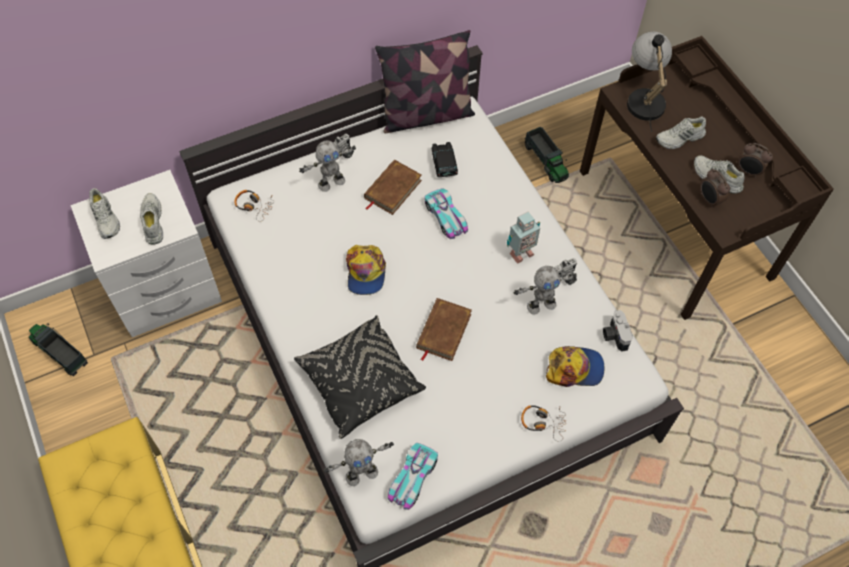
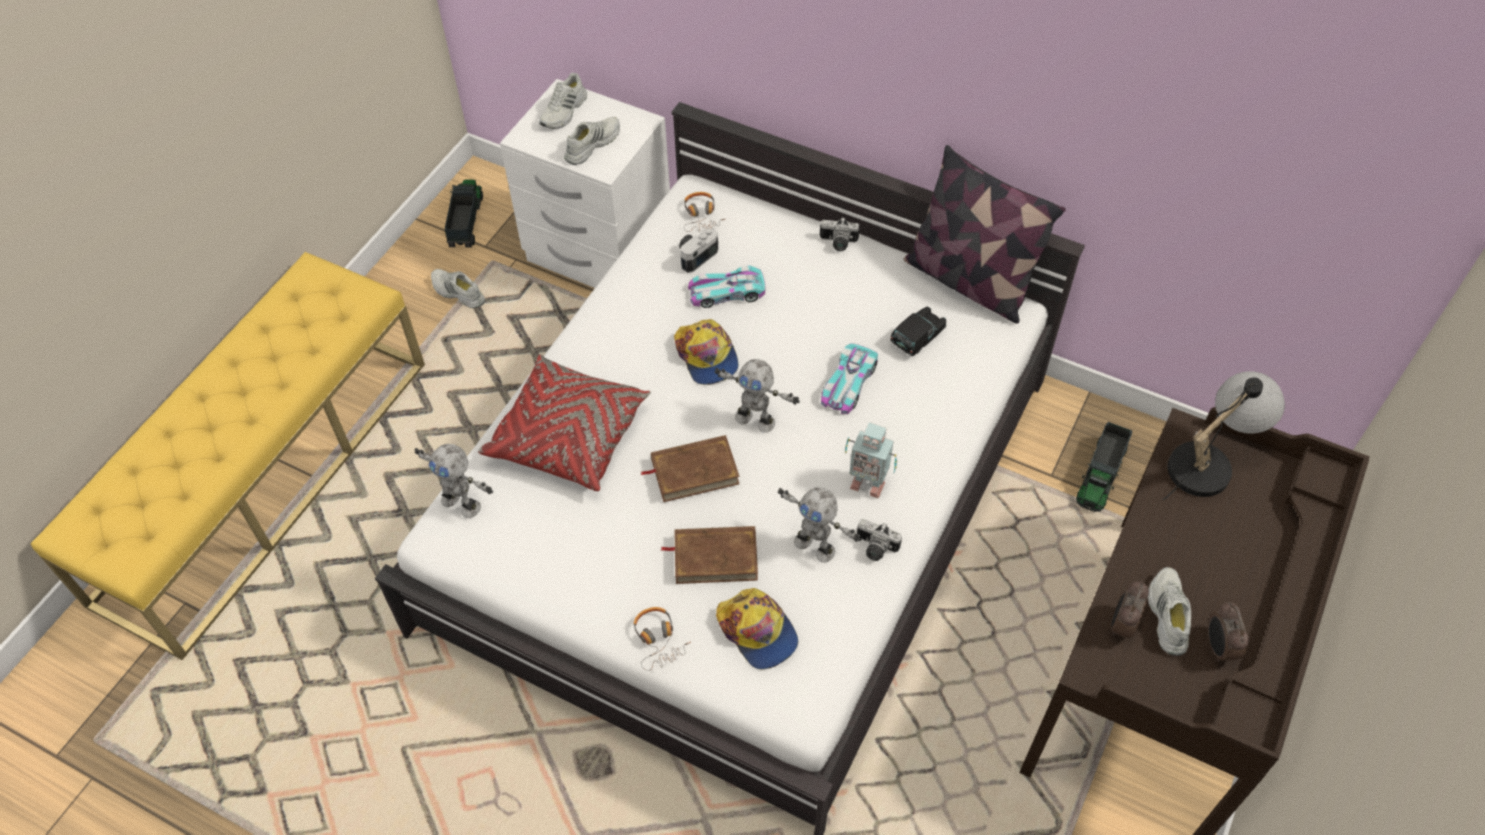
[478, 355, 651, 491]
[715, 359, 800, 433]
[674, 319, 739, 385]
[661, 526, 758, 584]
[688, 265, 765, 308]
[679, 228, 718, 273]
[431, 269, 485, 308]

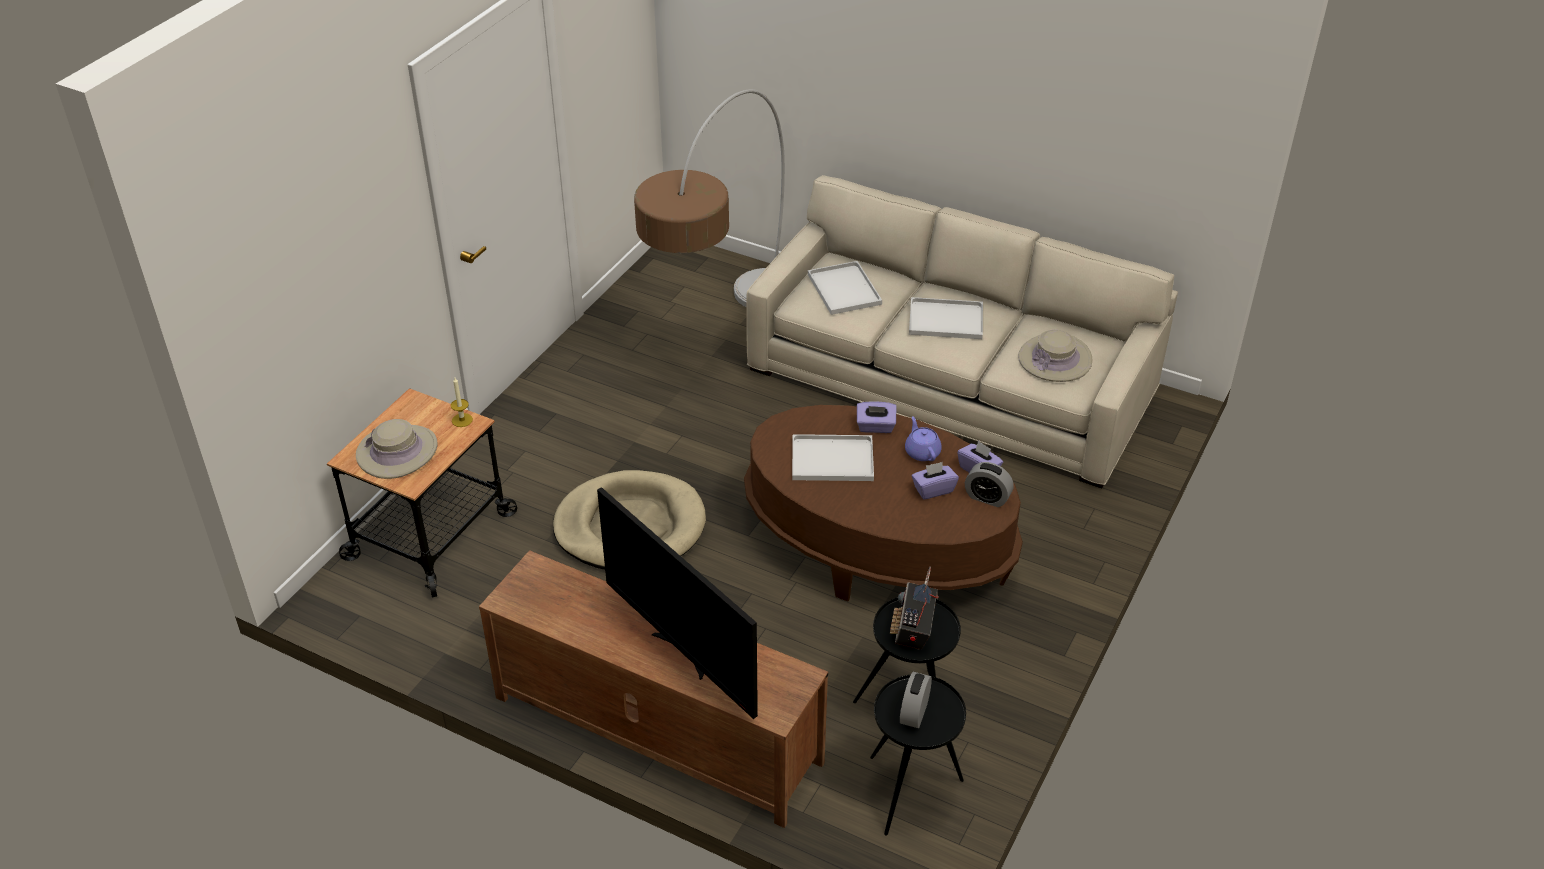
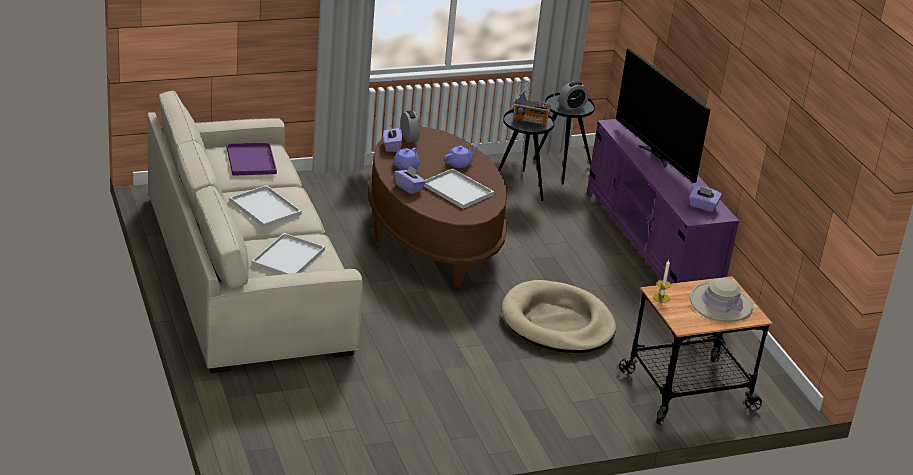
[587, 119, 739, 284]
[616, 48, 710, 183]
[634, 89, 785, 307] (first image)
[513, 80, 551, 127]
[689, 186, 722, 212]
[227, 142, 277, 176]
[444, 145, 478, 168]

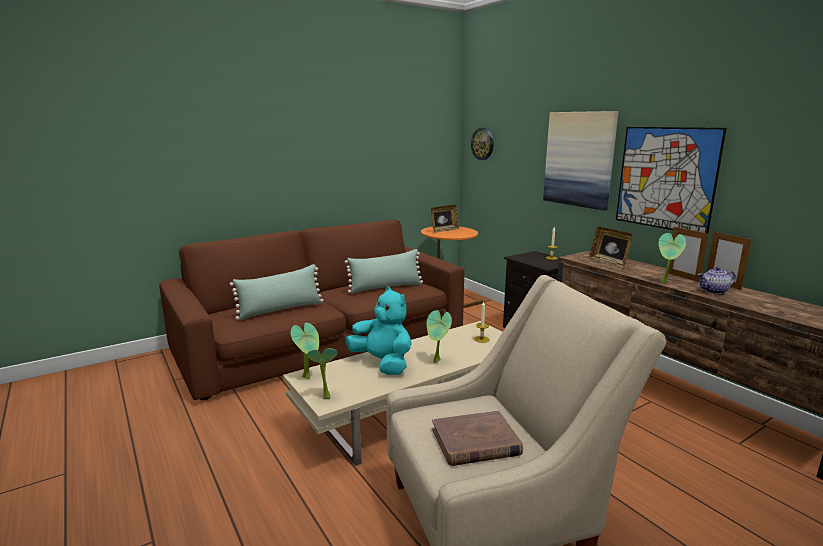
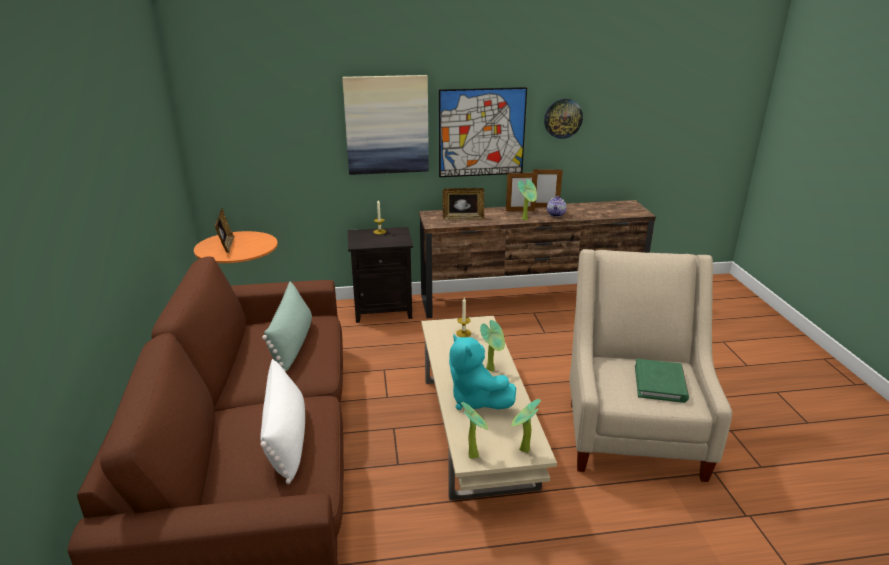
[261, 359, 305, 484]
[449, 333, 516, 410]
[635, 359, 689, 403]
[544, 99, 583, 139]

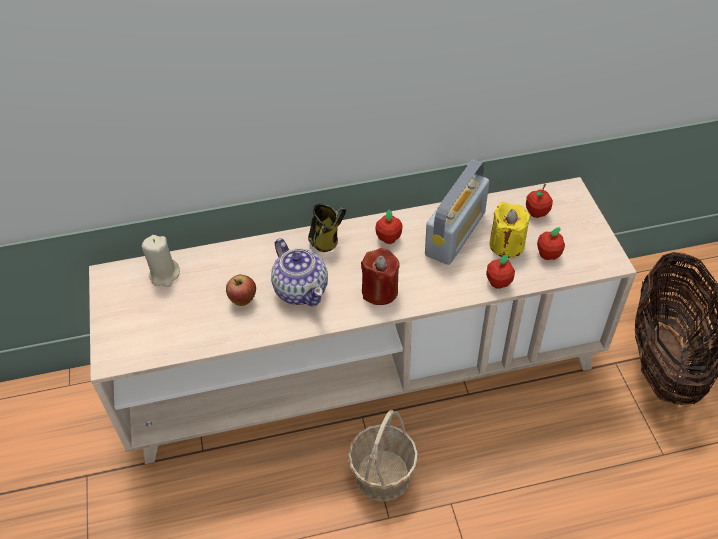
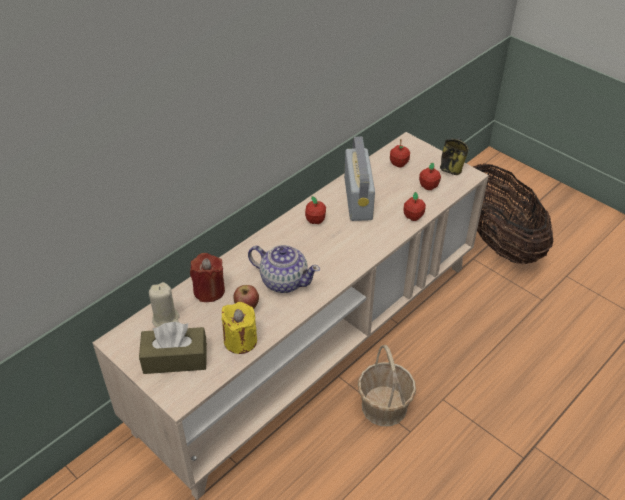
[440, 138, 469, 175]
[190, 253, 225, 302]
[222, 302, 257, 354]
[139, 322, 207, 374]

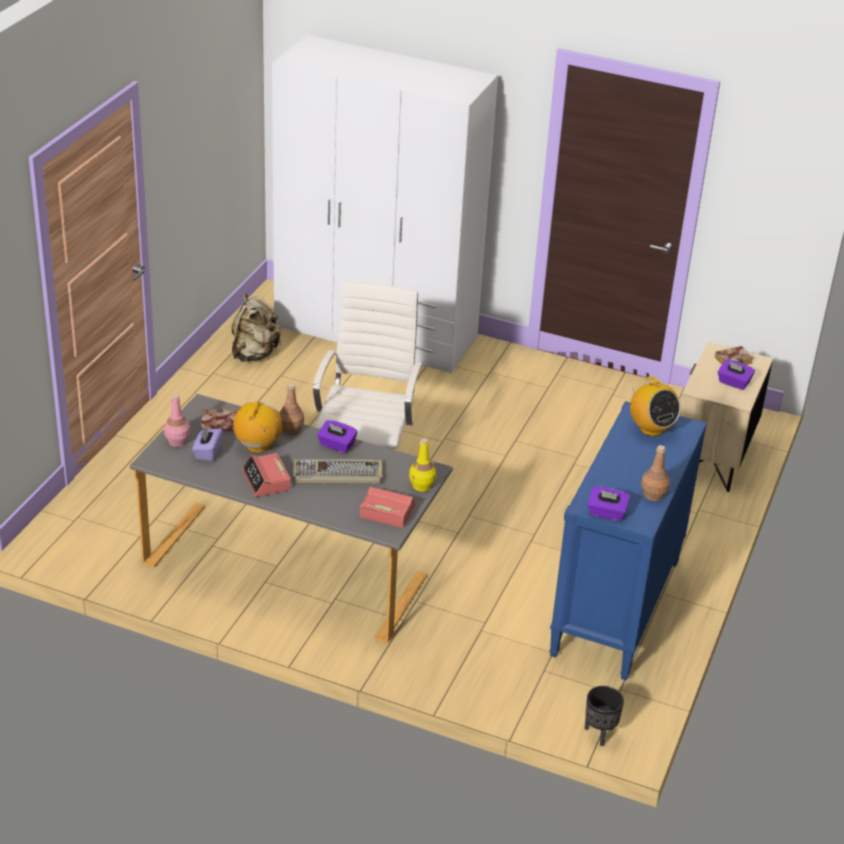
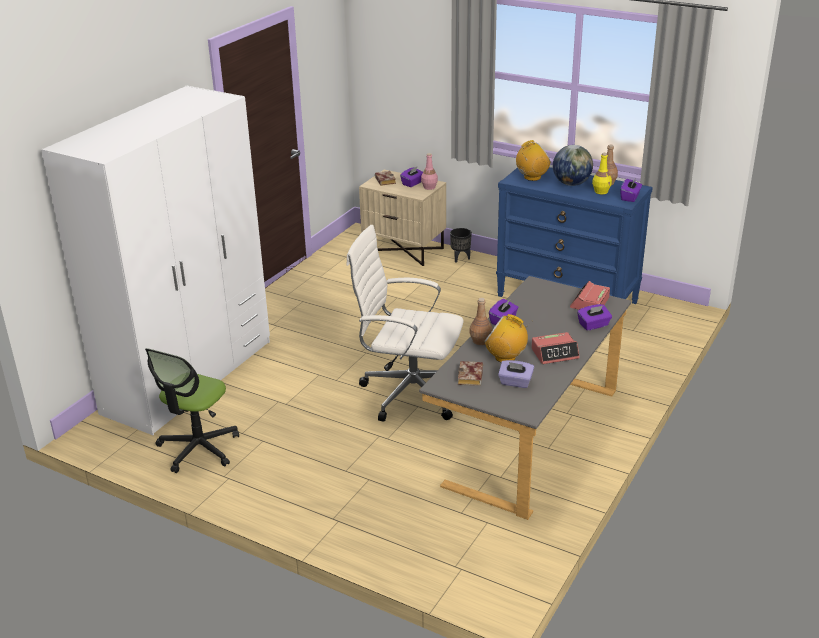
[421, 153, 438, 190]
[145, 348, 239, 473]
[293, 459, 382, 484] (first image)
[592, 153, 612, 194]
[450, 228, 472, 263]
[553, 145, 593, 186]
[577, 304, 612, 331]

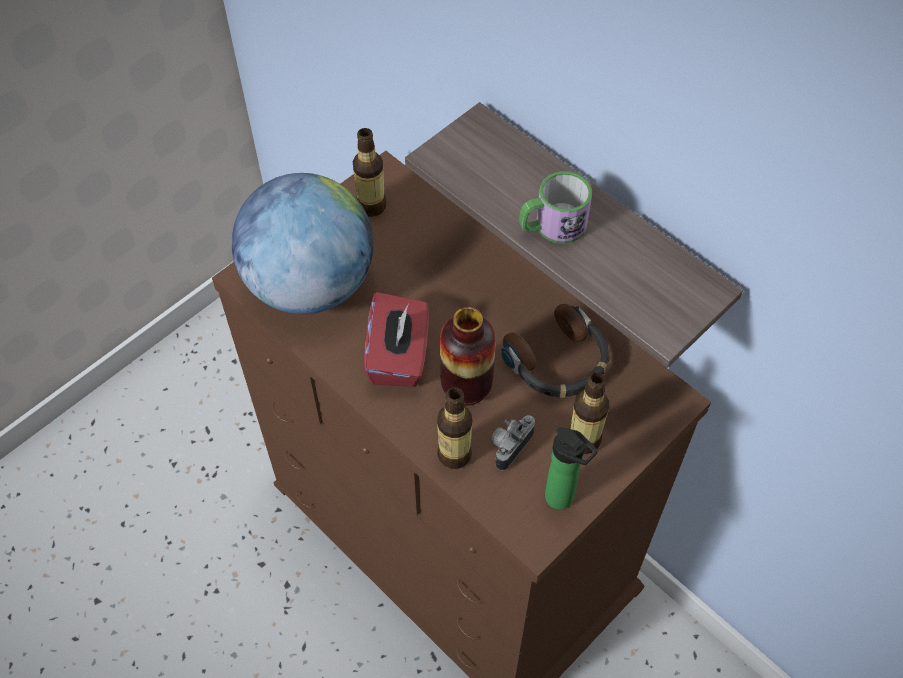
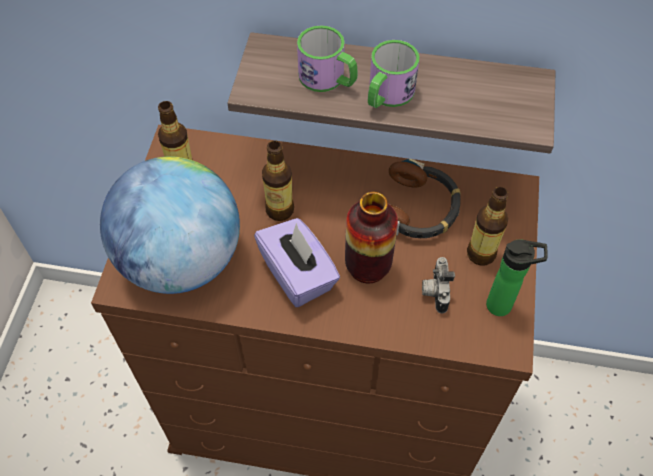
[254, 218, 340, 307]
[262, 140, 294, 221]
[297, 25, 358, 92]

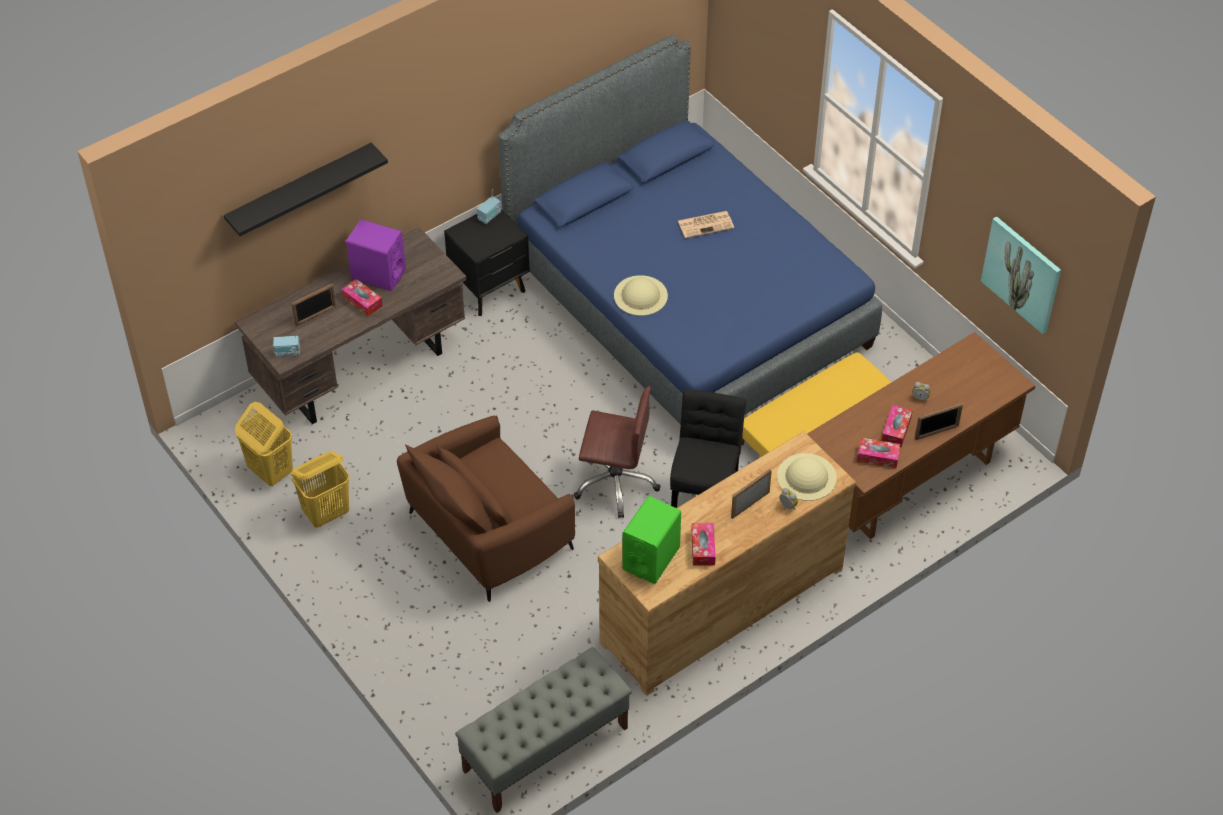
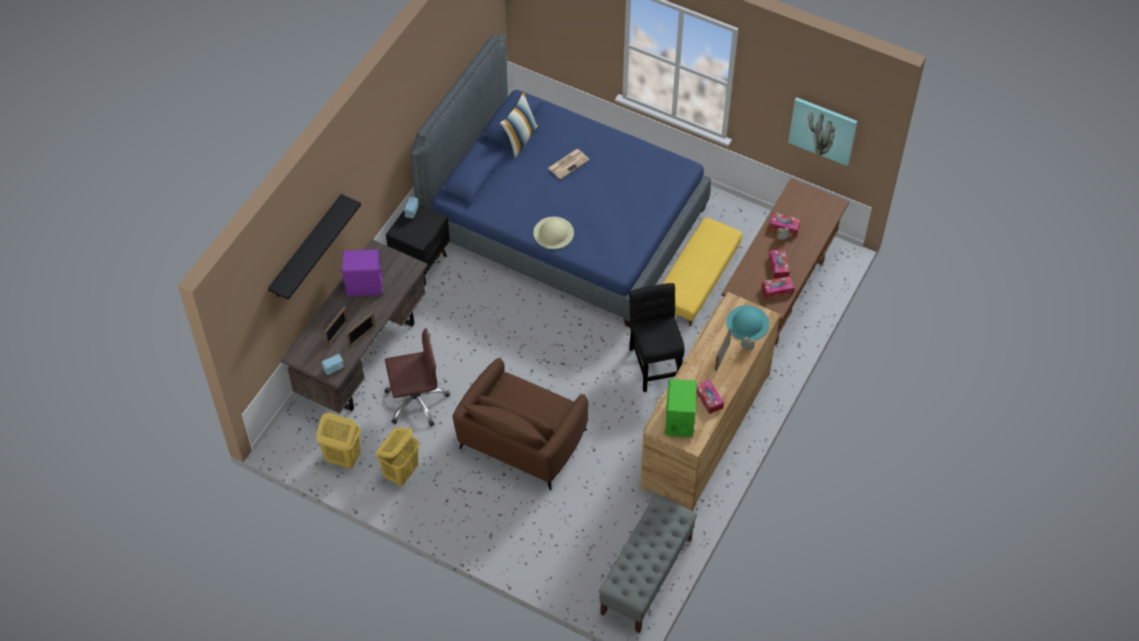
[769, 212, 801, 236]
[385, 328, 450, 426]
[726, 305, 769, 341]
[346, 311, 376, 348]
[500, 91, 538, 158]

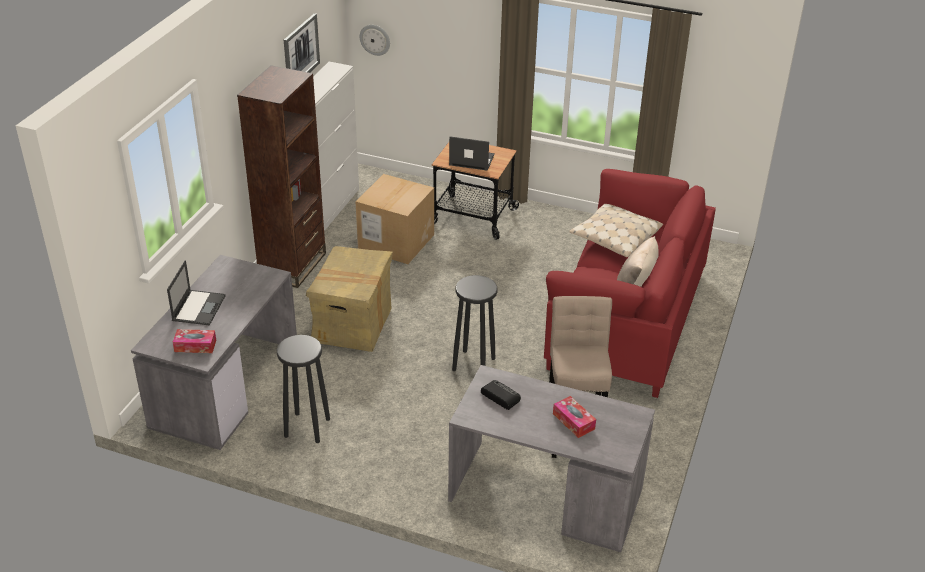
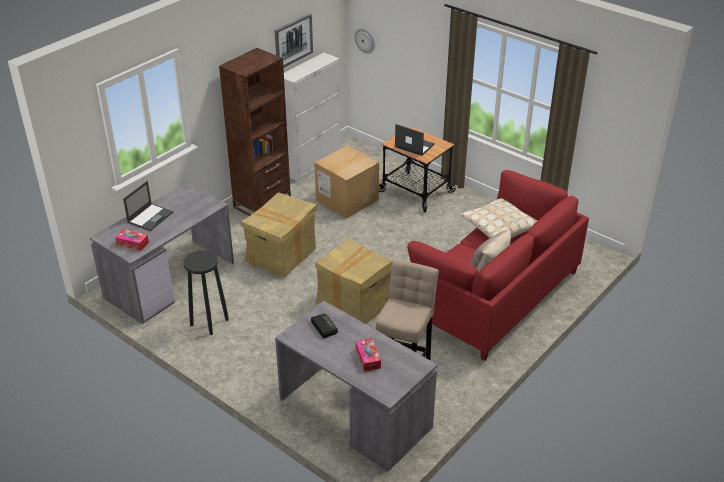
[315, 238, 393, 324]

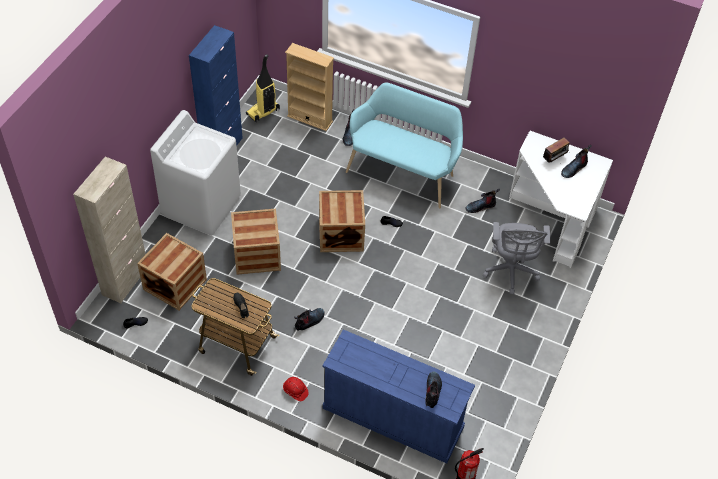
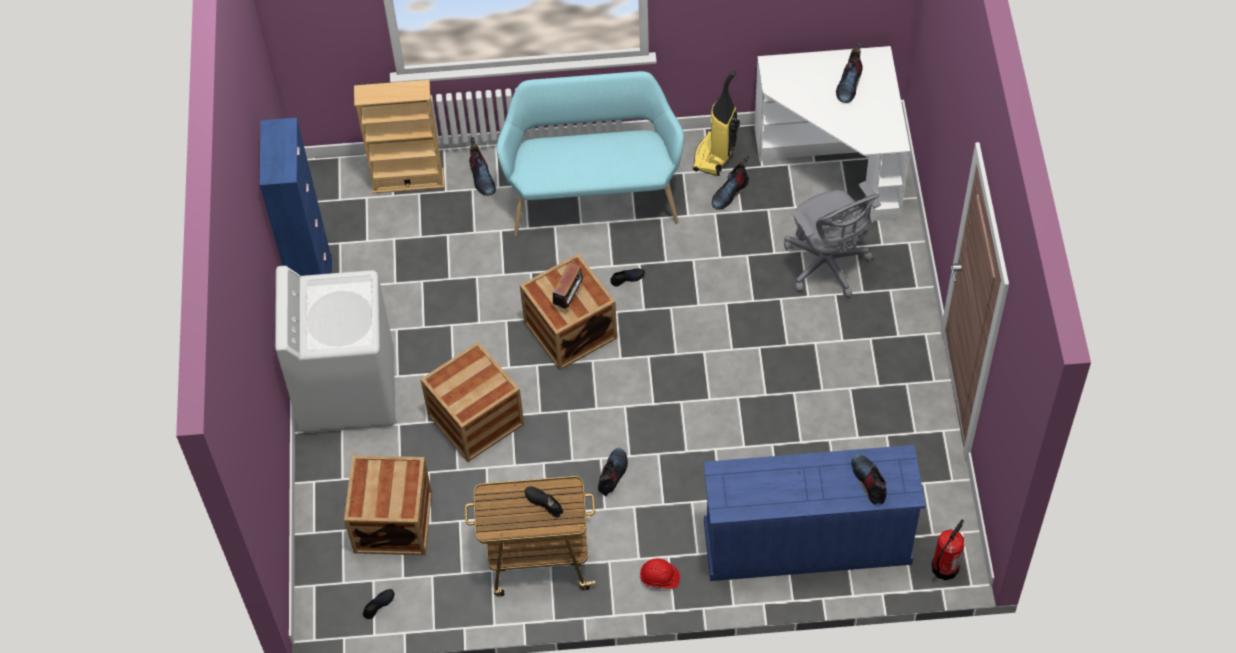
[73, 156, 146, 303] (first image)
[692, 71, 740, 176]
[553, 262, 586, 309]

